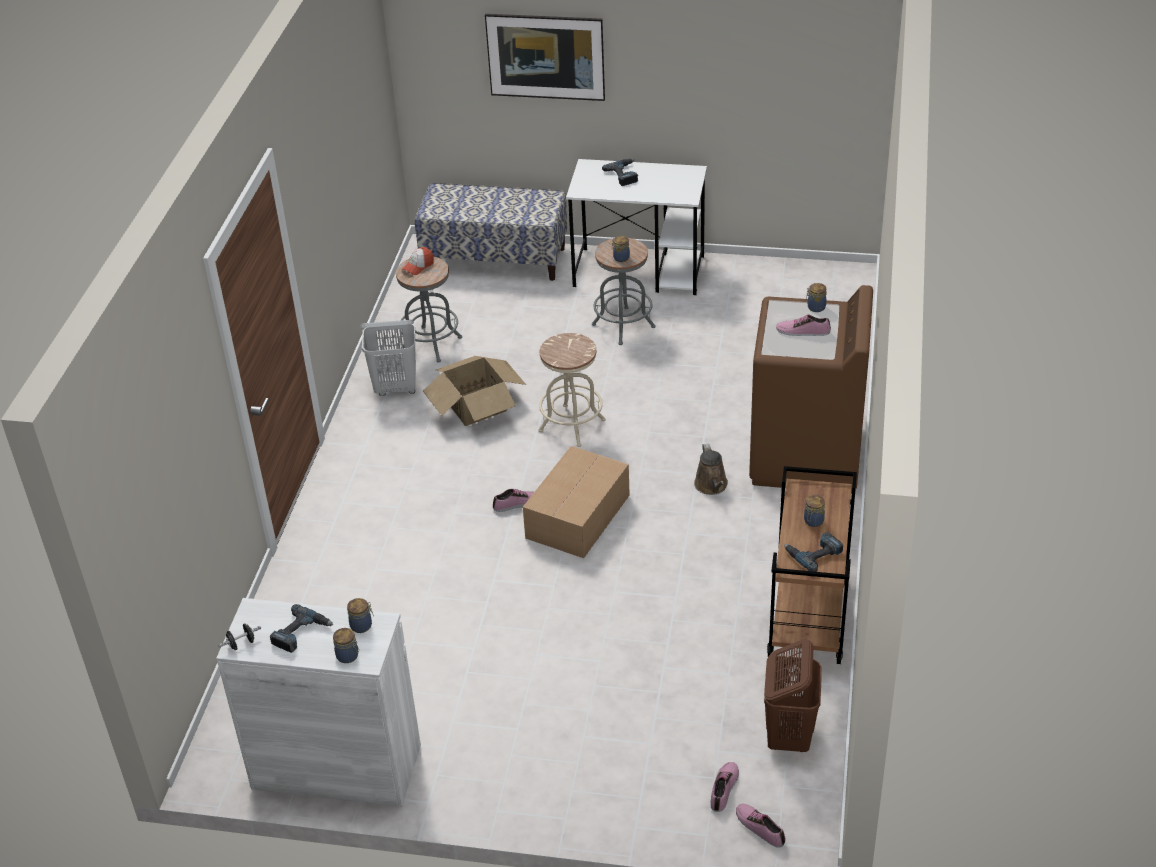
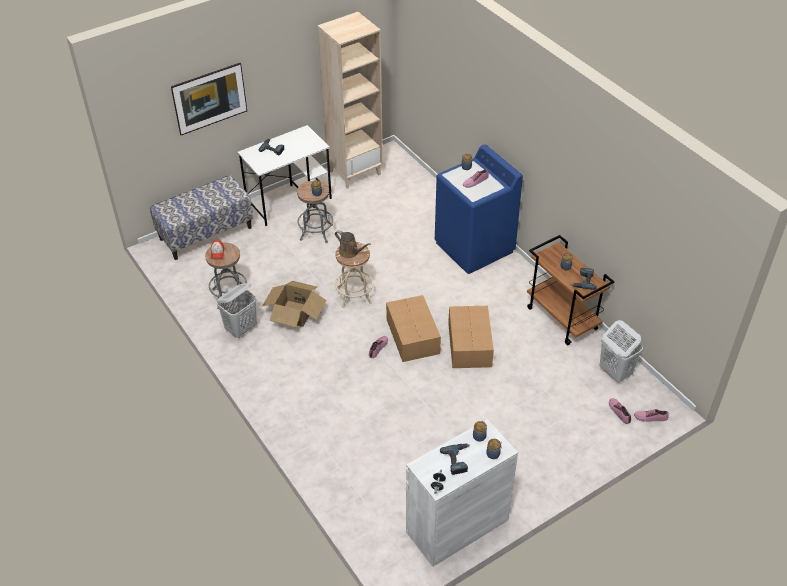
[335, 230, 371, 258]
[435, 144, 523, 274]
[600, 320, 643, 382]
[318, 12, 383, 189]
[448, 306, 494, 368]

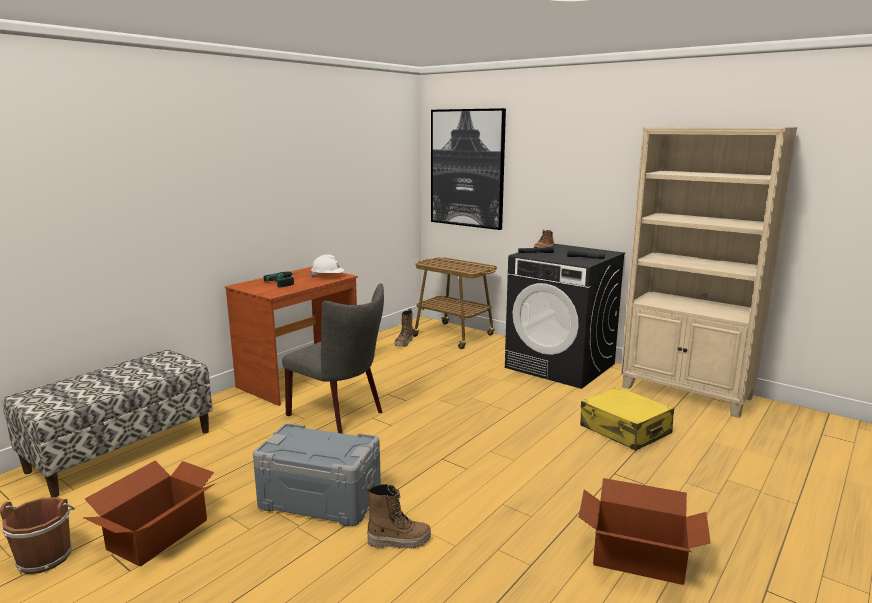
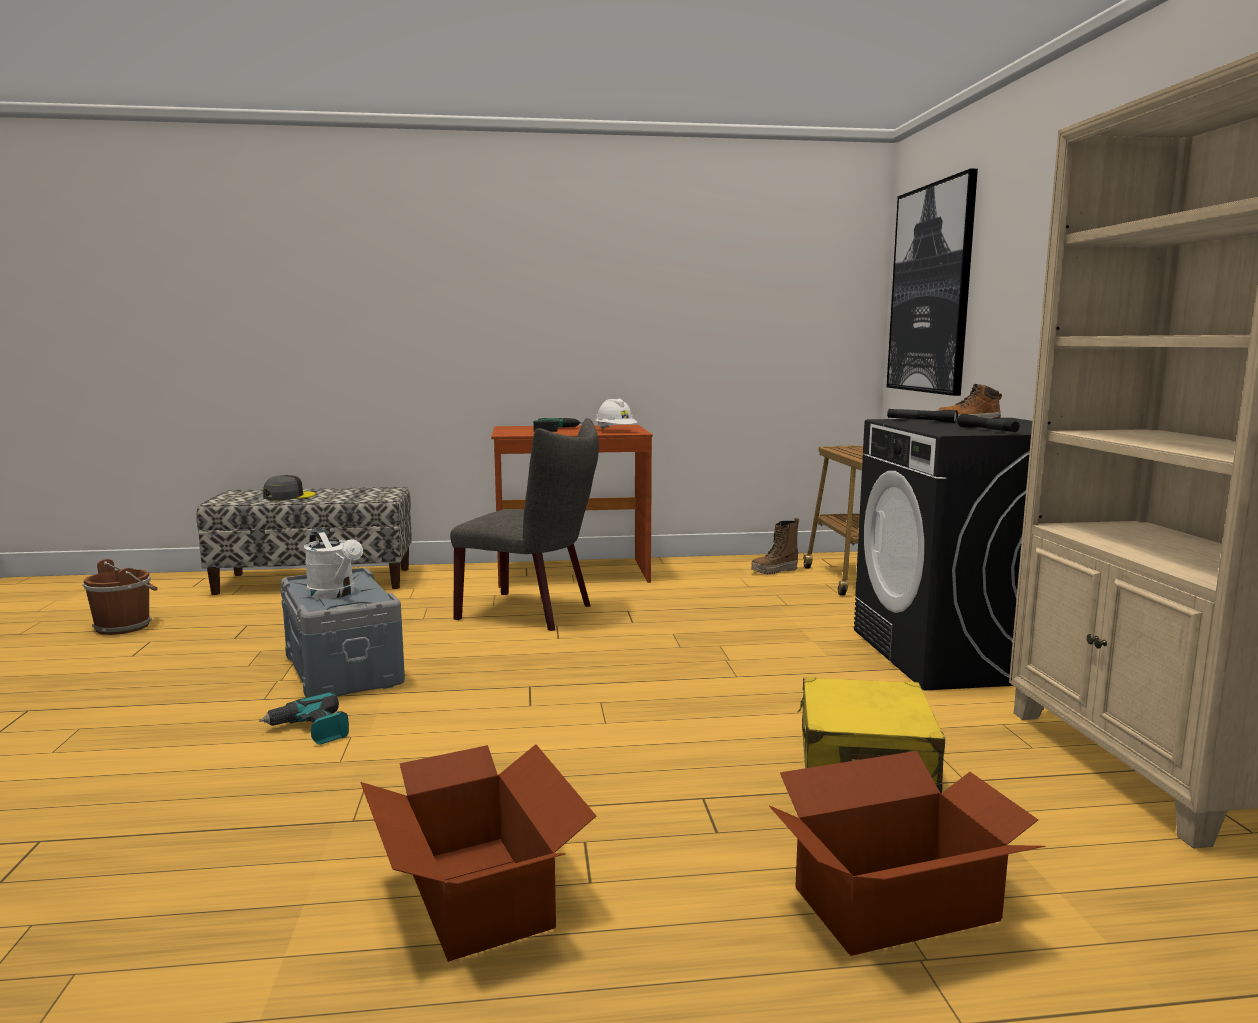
[769, 751, 1046, 956]
[450, 418, 599, 631]
[259, 692, 349, 745]
[263, 475, 316, 500]
[304, 528, 363, 599]

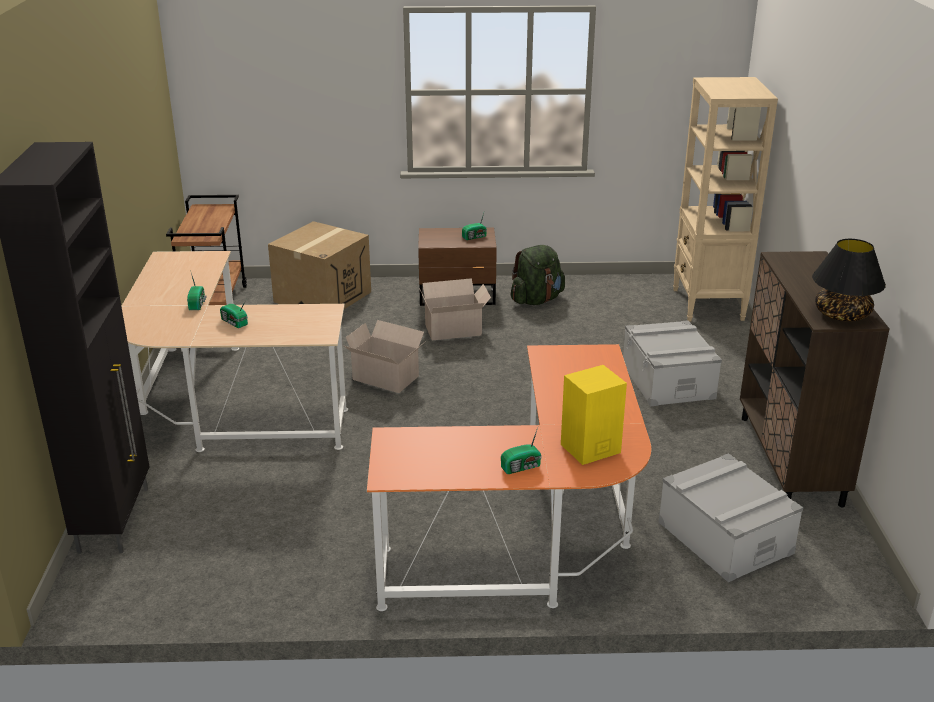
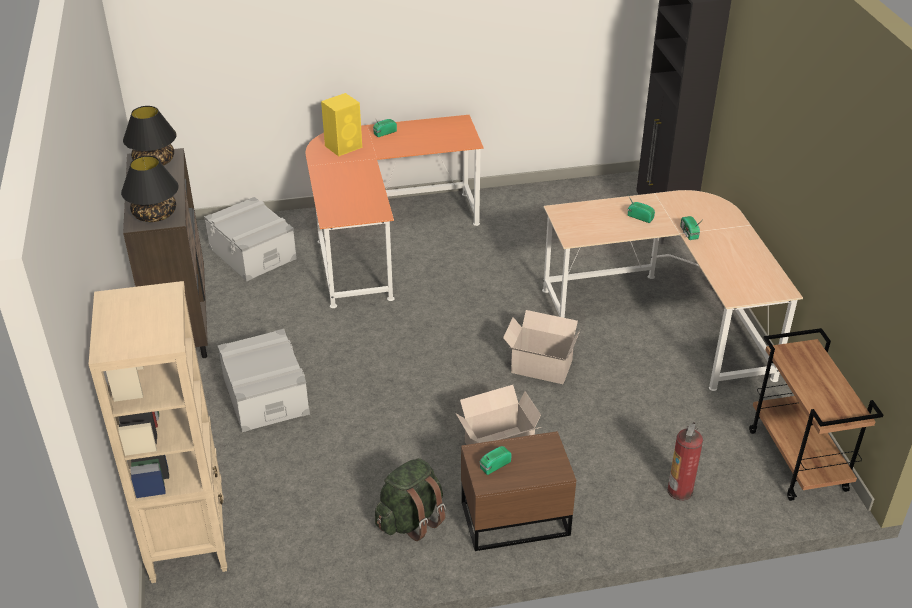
[667, 422, 703, 501]
[121, 156, 179, 222]

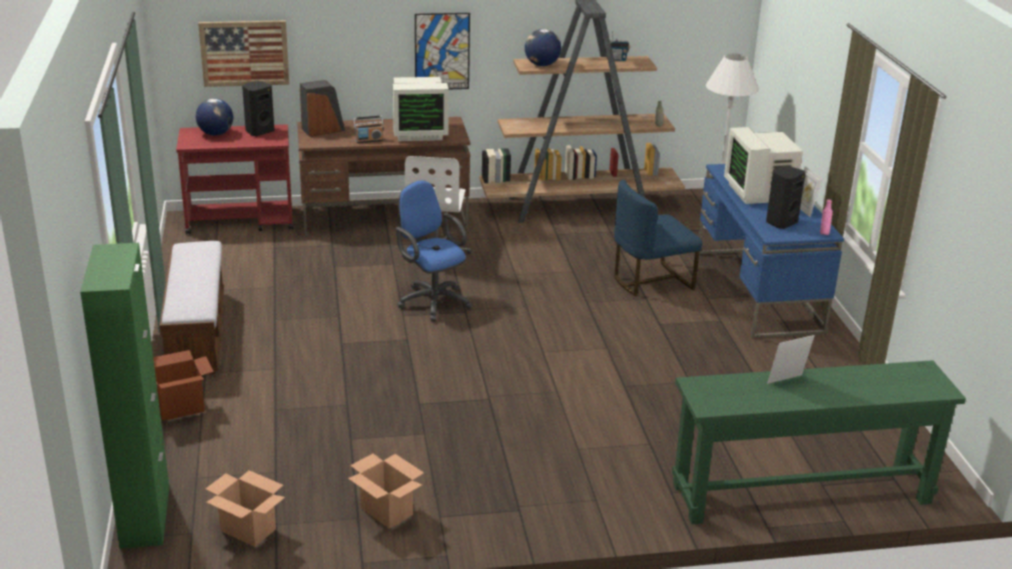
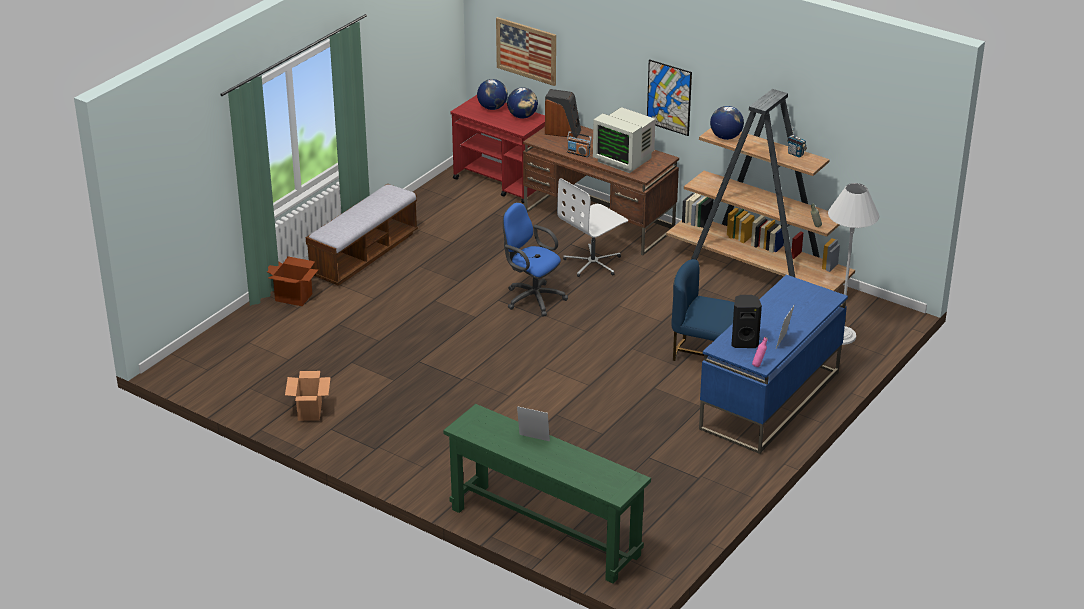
[80, 243, 170, 549] (first image)
[206, 470, 285, 547] (first image)
[507, 87, 538, 119]
[503, 202, 568, 317]
[724, 127, 803, 204] (first image)

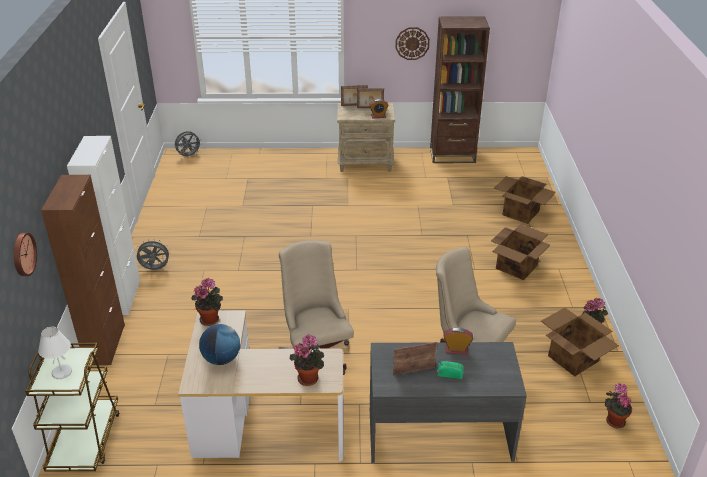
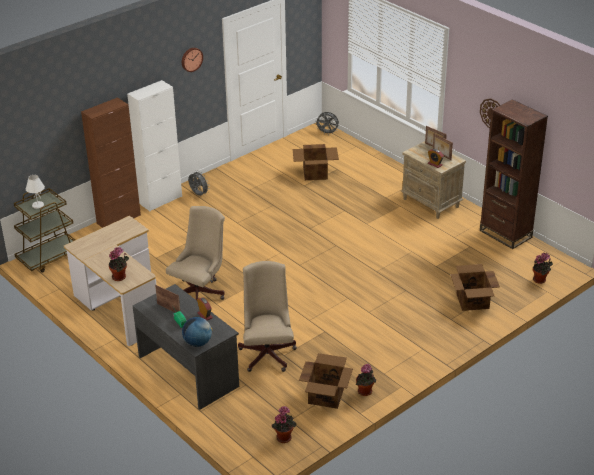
[182, 48, 203, 72]
[533, 253, 553, 284]
[182, 317, 212, 347]
[293, 144, 339, 180]

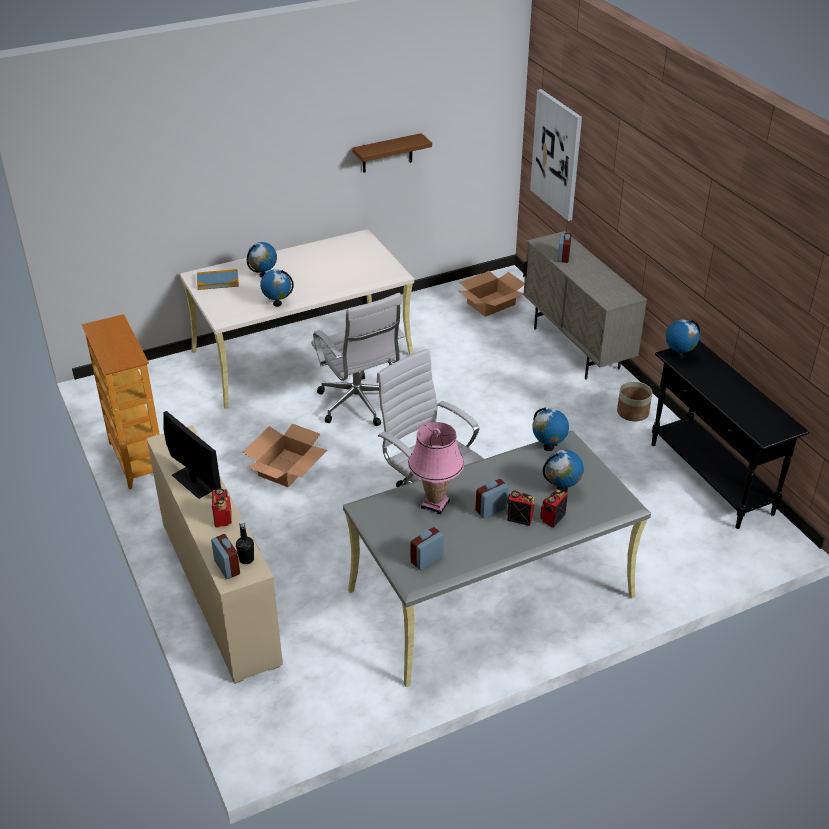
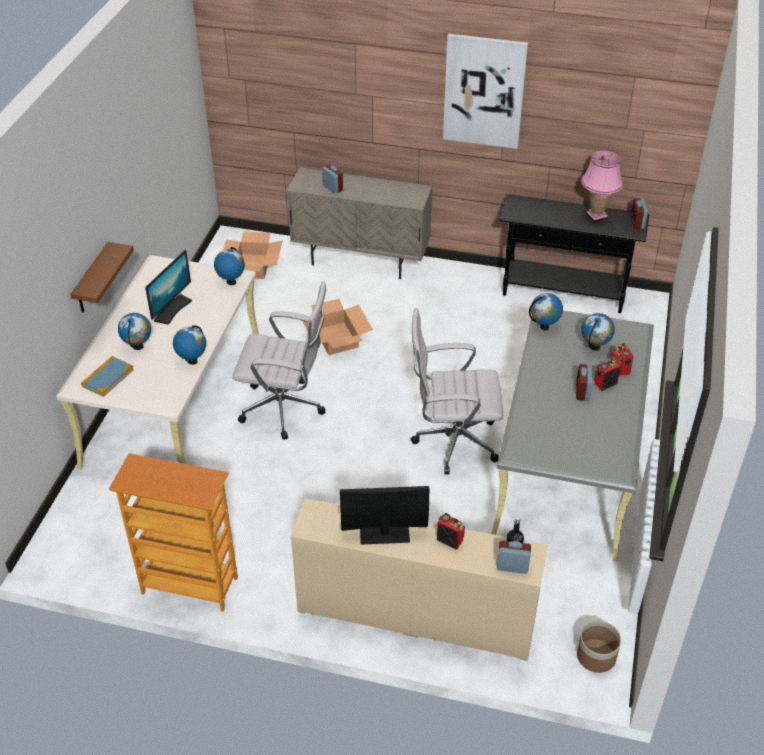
[303, 299, 373, 355]
[70, 242, 134, 313]
[581, 151, 623, 223]
[630, 198, 648, 229]
[443, 34, 528, 149]
[577, 621, 621, 673]
[214, 247, 245, 285]
[145, 250, 192, 325]

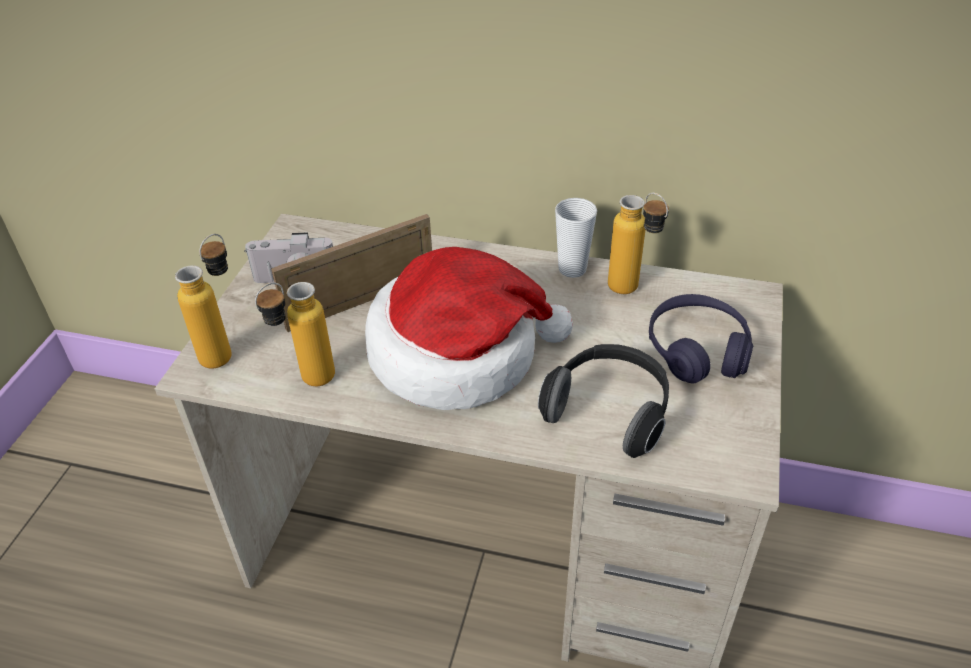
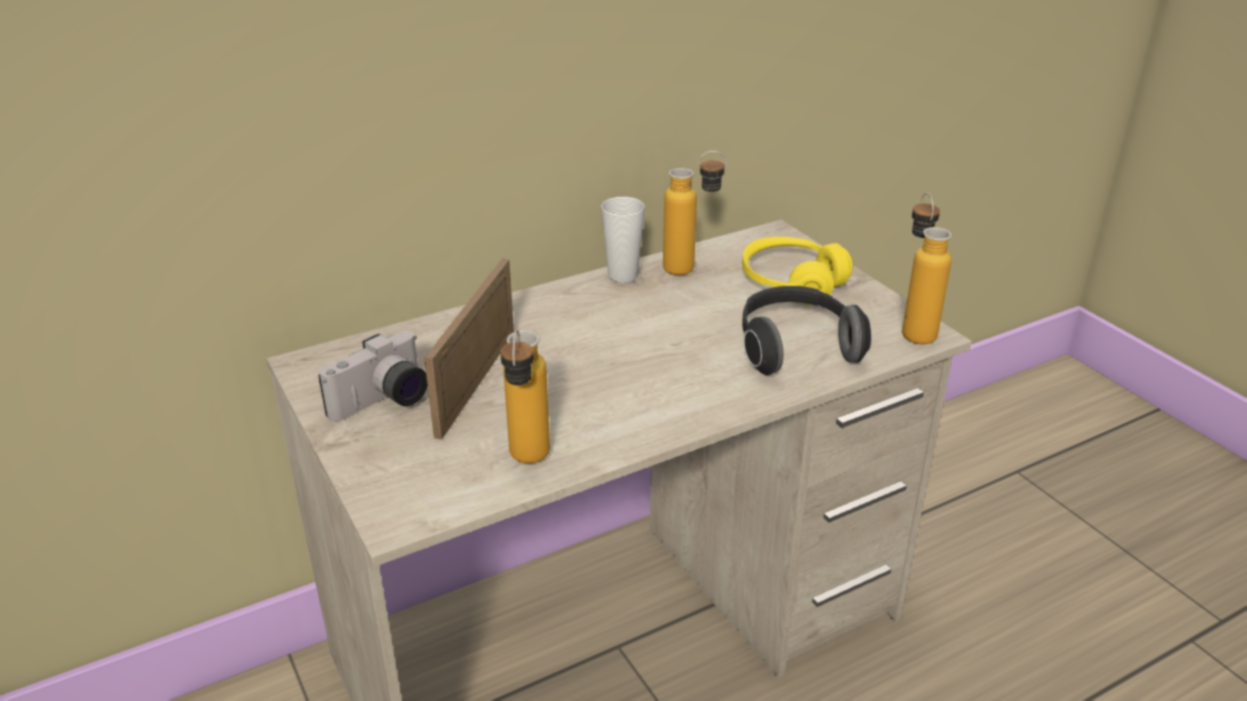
[902, 192, 952, 344]
[365, 247, 573, 410] (first image)
[742, 237, 853, 305]

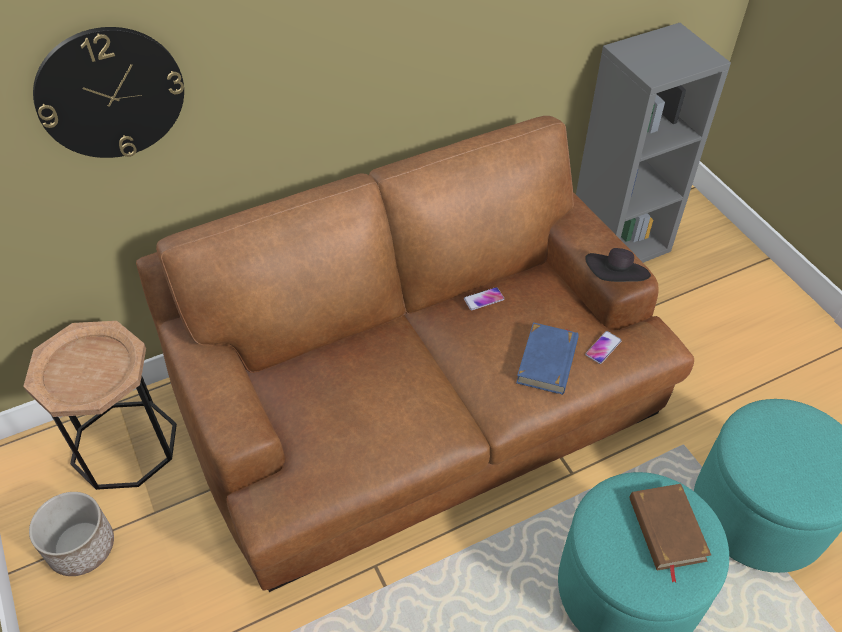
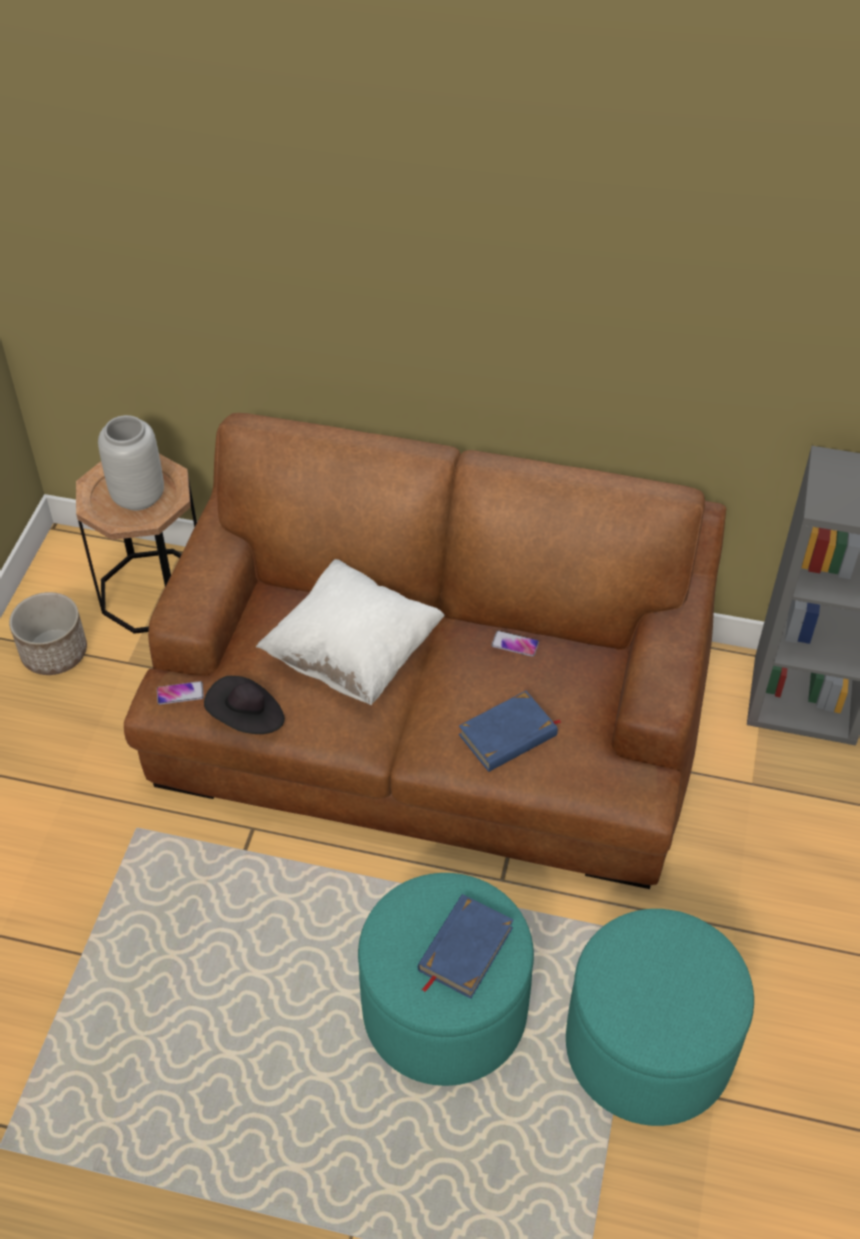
[33, 27, 184, 158] (first image)
[204, 676, 285, 734]
[157, 681, 204, 705]
[418, 894, 514, 999]
[98, 415, 164, 511]
[256, 559, 445, 705]

